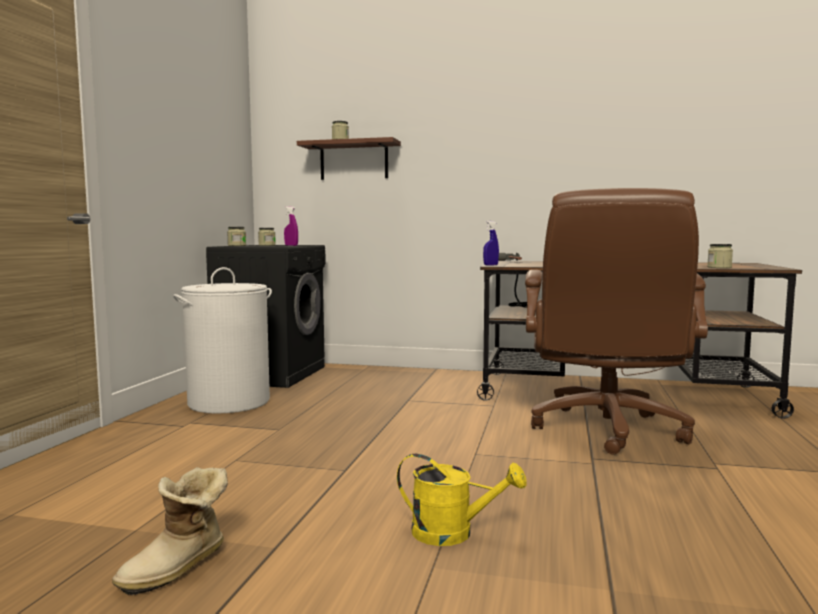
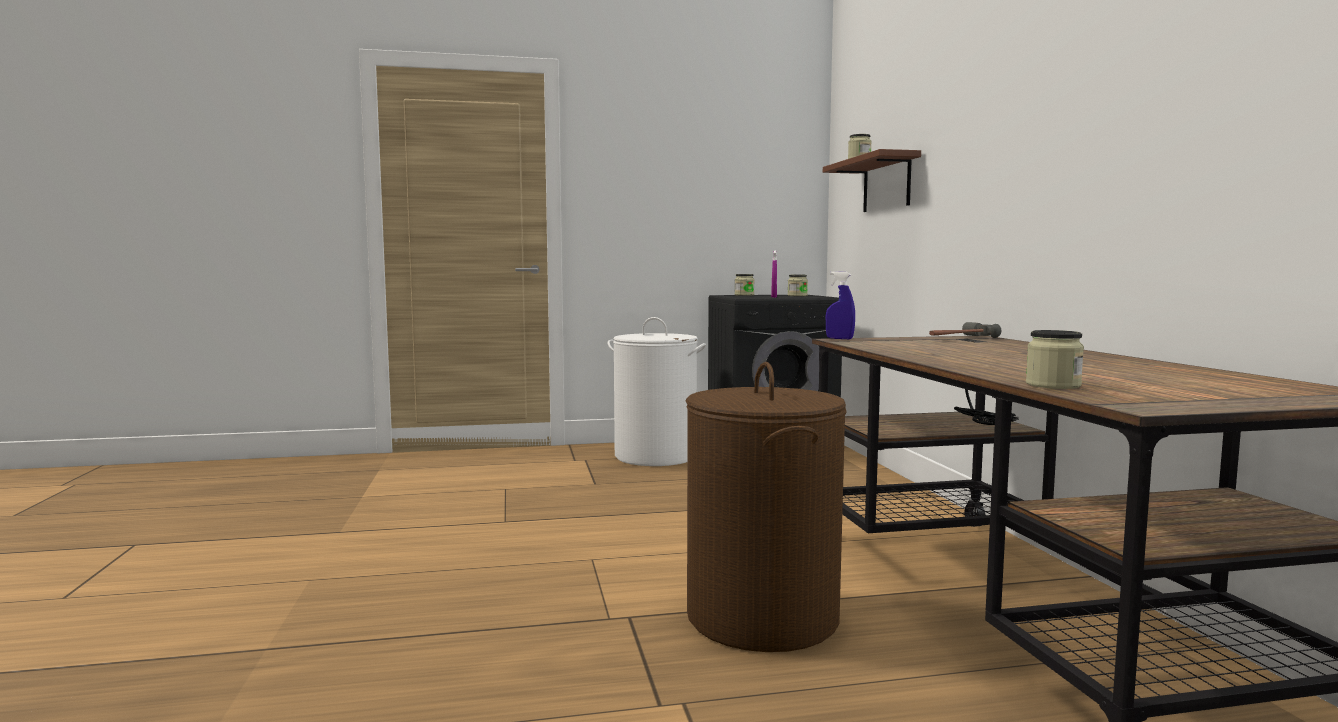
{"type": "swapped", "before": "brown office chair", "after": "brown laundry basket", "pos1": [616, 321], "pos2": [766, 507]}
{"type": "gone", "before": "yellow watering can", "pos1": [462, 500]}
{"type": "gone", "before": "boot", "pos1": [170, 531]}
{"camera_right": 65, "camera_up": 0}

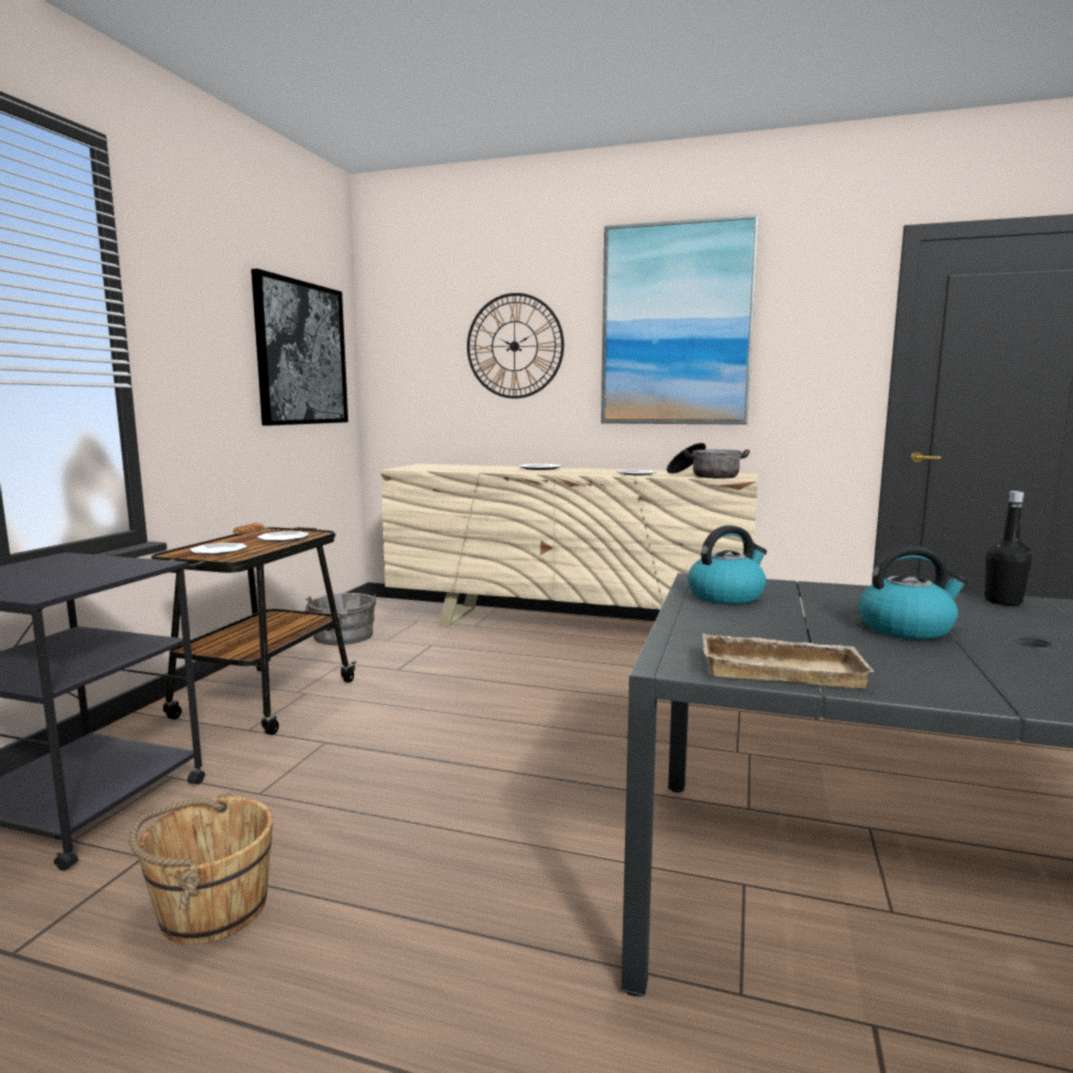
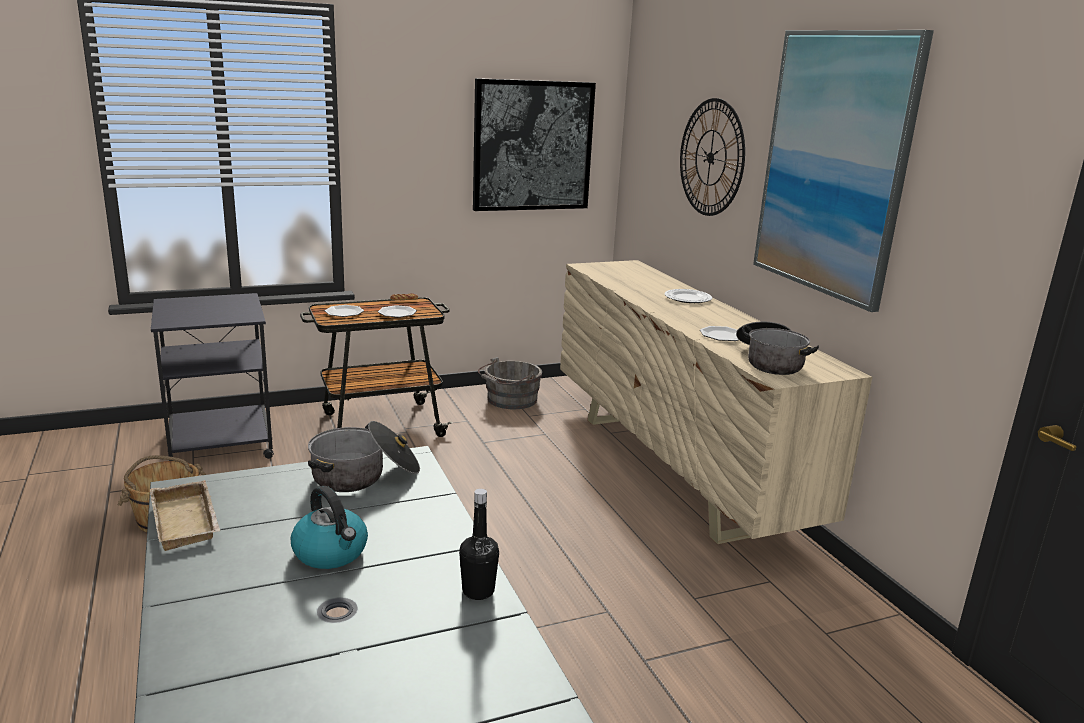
{"type": "swapped", "before": "kettle", "after": "cooking pot", "pos1": [727, 565], "pos2": [364, 456]}
{"camera_right": 50, "camera_up": 10}

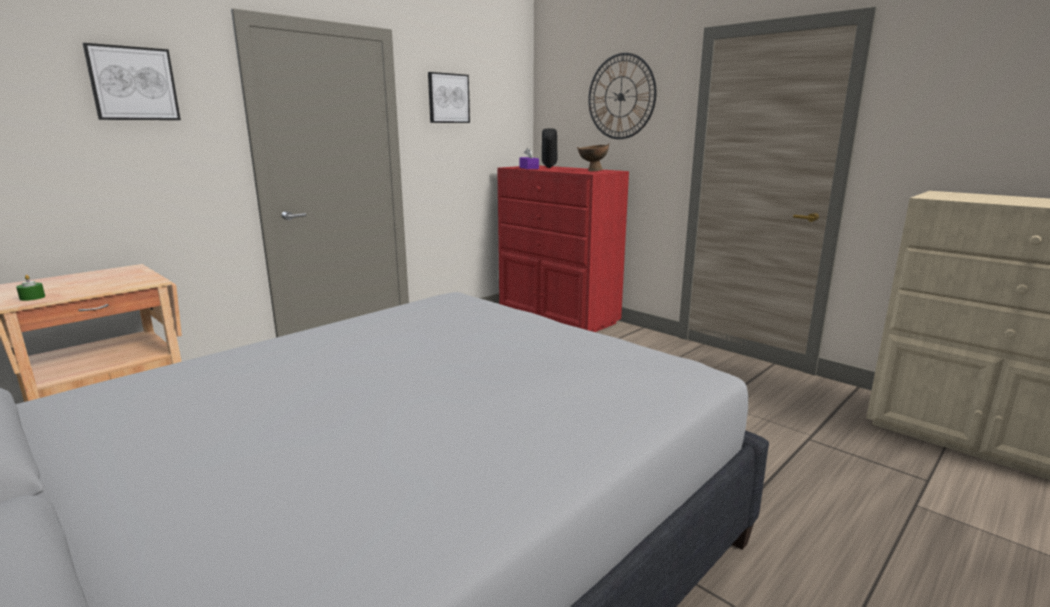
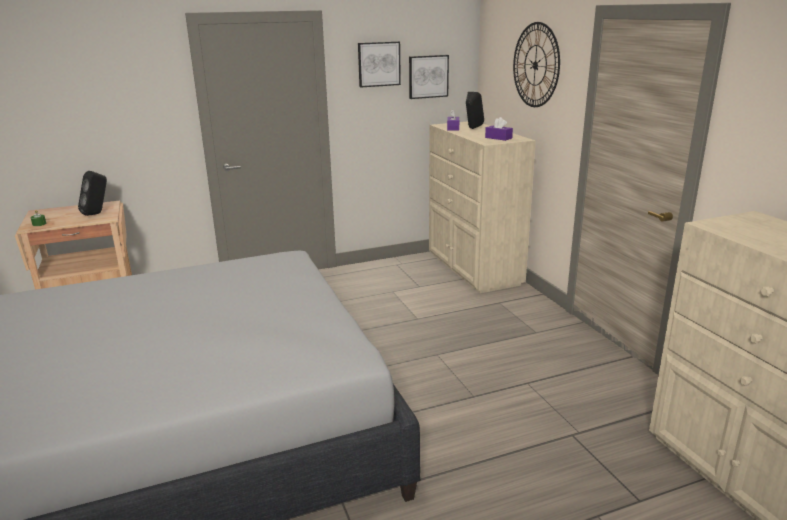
{"type": "shifted", "before": "picture", "pos1": [132, 81], "pos2": [429, 77]}
{"type": "swapped", "before": "brown bowl", "after": "purple tissue box", "pos1": [593, 157], "pos2": [499, 129]}
{"type": "repainted", "before": "red dresser", "after": "beige dresser", "pos1": [563, 248], "pos2": [482, 207]}
{"type": "new", "after": "black speaker", "pos2": [92, 193]}
{"camera_right": 25, "camera_up": 5}

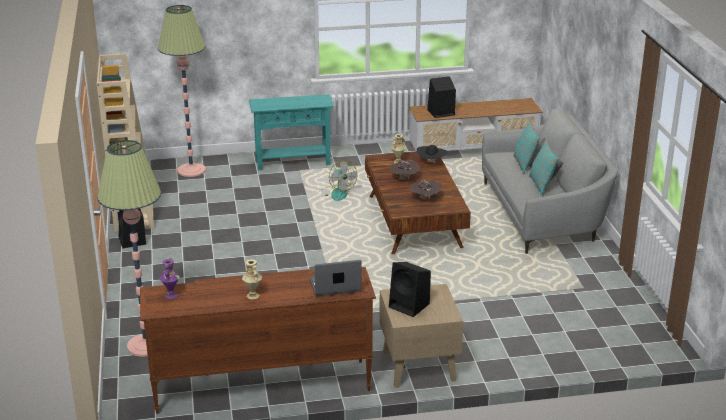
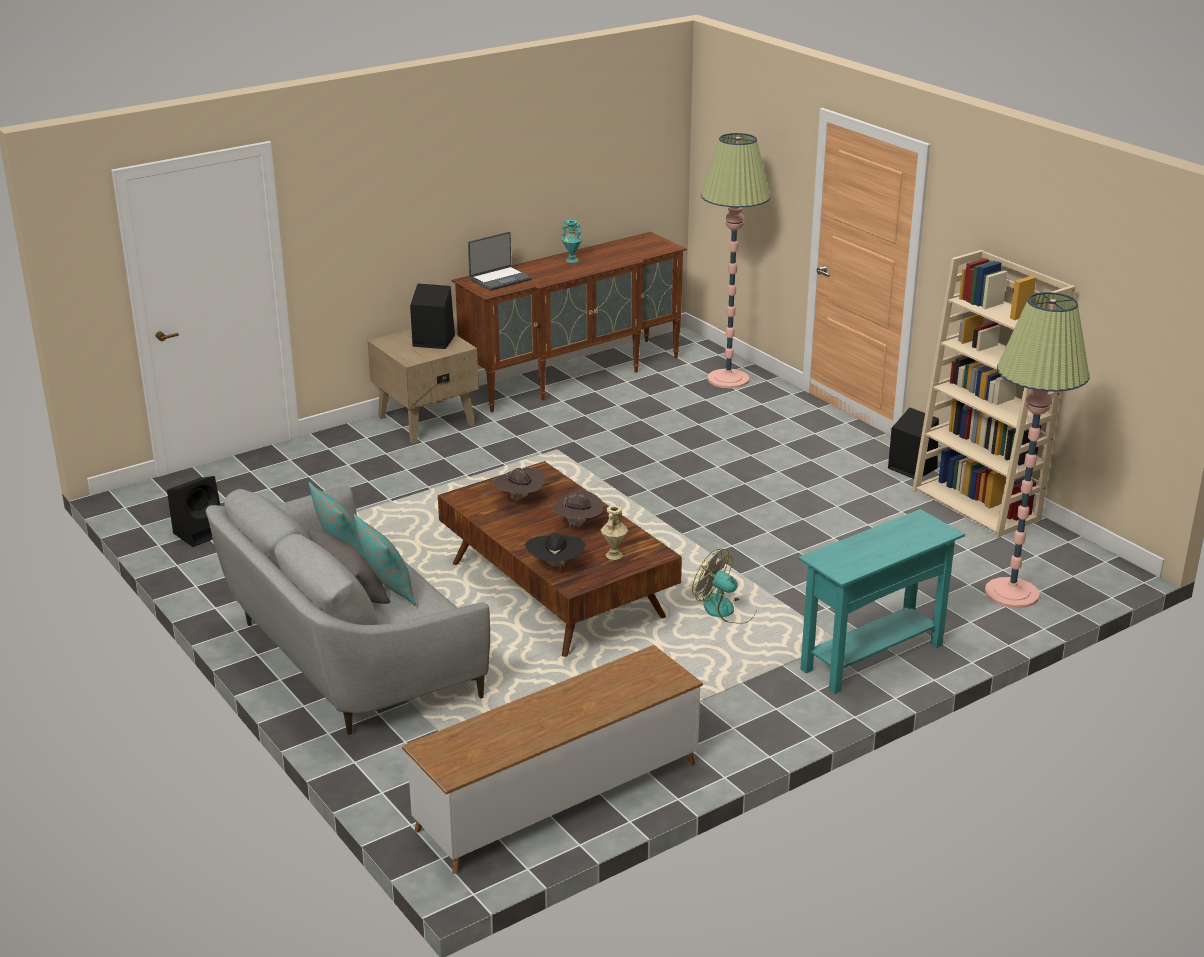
{"type": "shifted", "before": "black speaker", "pos1": [441, 97], "pos2": [194, 511]}
{"type": "gone", "before": "purple vase", "pos1": [169, 278]}
{"type": "repainted", "before": "beige vase", "after": "turquoise vase", "pos1": [252, 279], "pos2": [572, 241]}
{"camera_right": 155, "camera_up": 0}

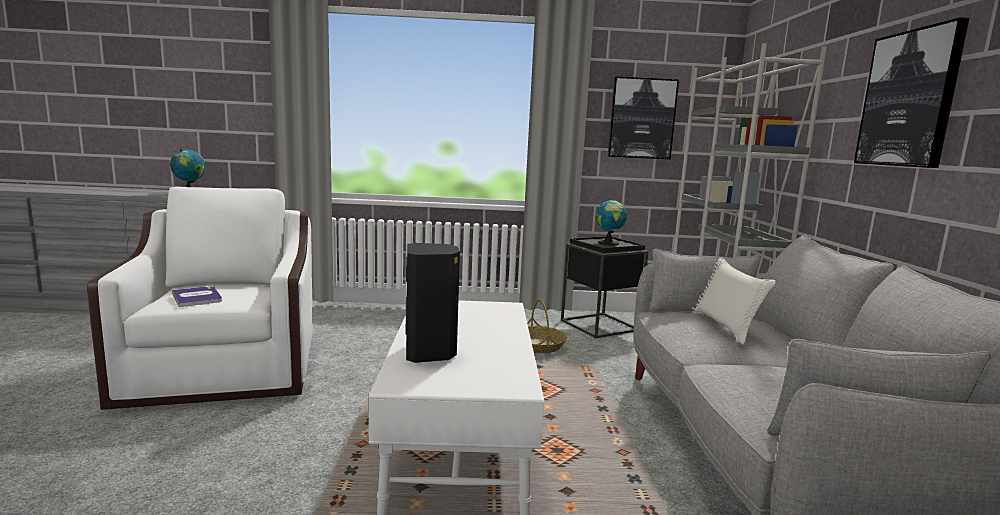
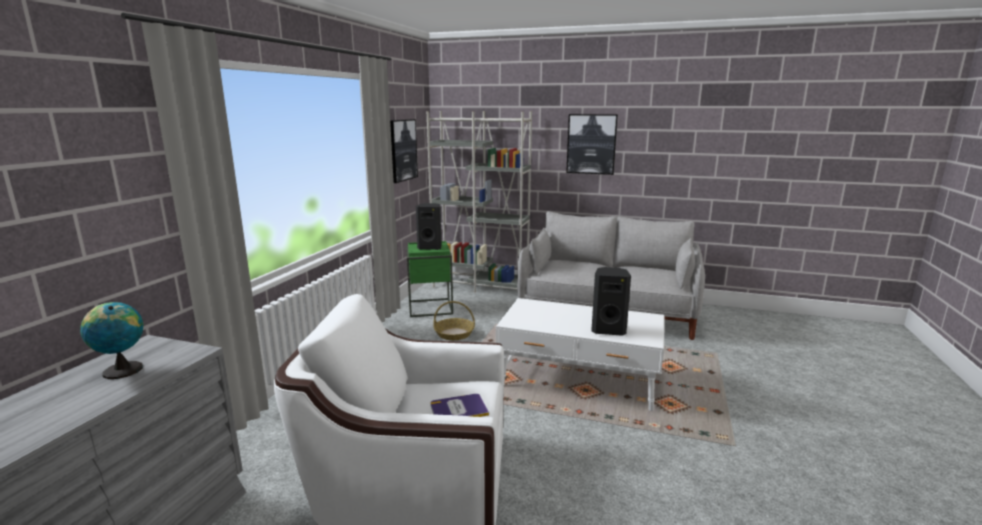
{"type": "swapped", "before": "globe", "after": "black speaker", "pos1": [611, 222], "pos2": [428, 226]}
{"type": "repainted", "before": "black side table", "after": "green side table", "pos1": [605, 287], "pos2": [429, 279]}
{"type": "gone", "before": "white pillow", "pos1": [734, 301]}
{"camera_right": -70, "camera_up": 5}

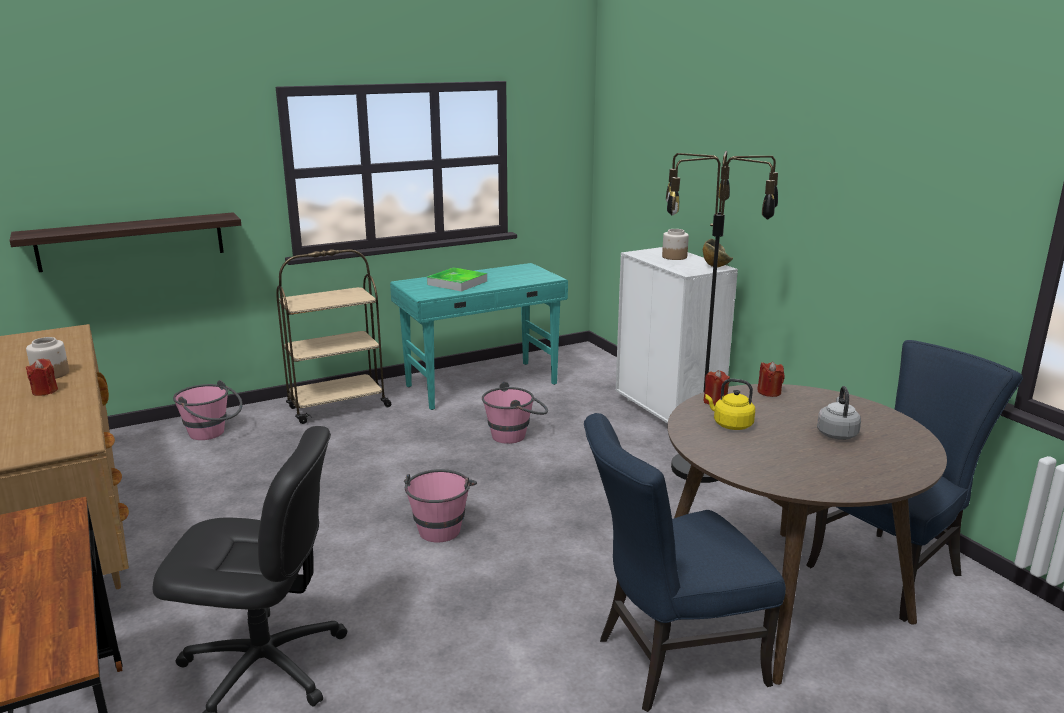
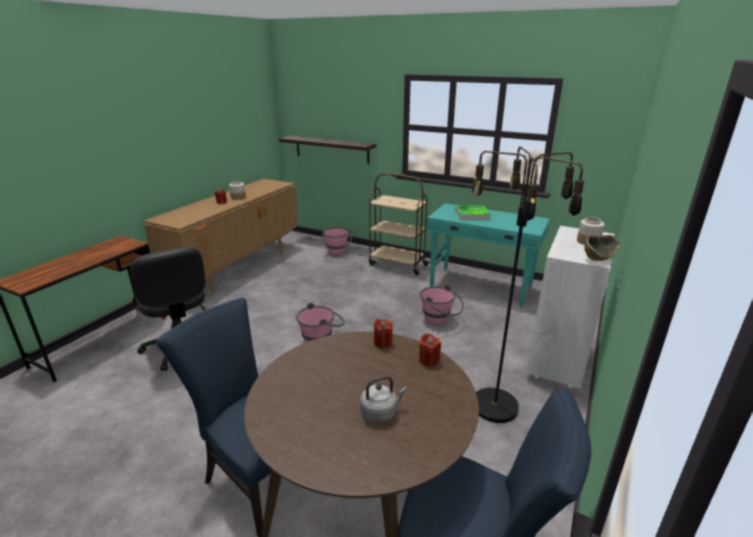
{"type": "gone", "before": "yellow kettle", "pos1": [730, 404]}
{"camera_right": 55, "camera_up": 5}

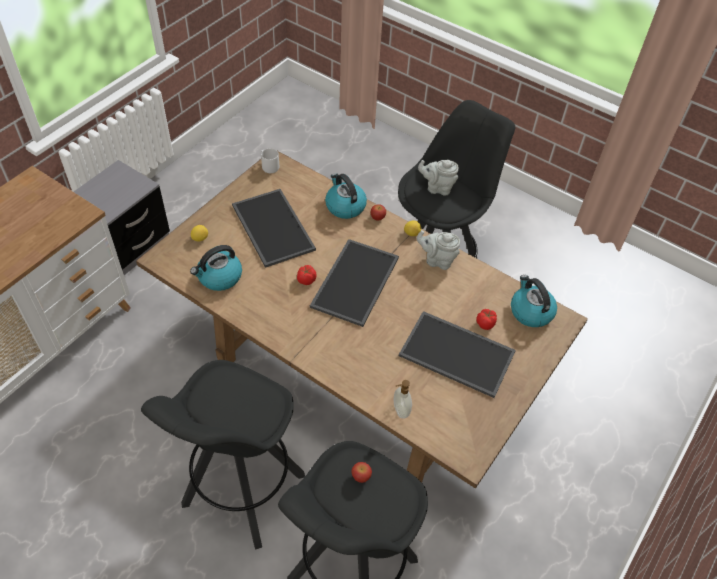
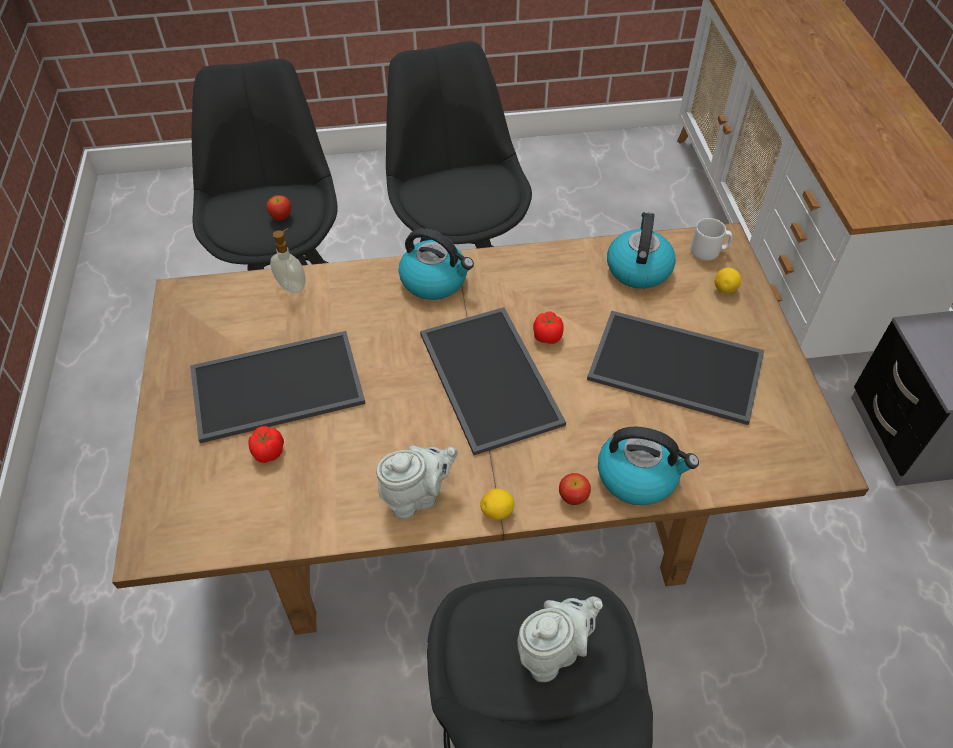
{"type": "shifted", "before": "grey mug", "pos1": [270, 160], "pos2": [711, 239]}
{"type": "shifted", "before": "kettle", "pos1": [534, 301], "pos2": [436, 264]}
{"camera_right": 140, "camera_up": 0}

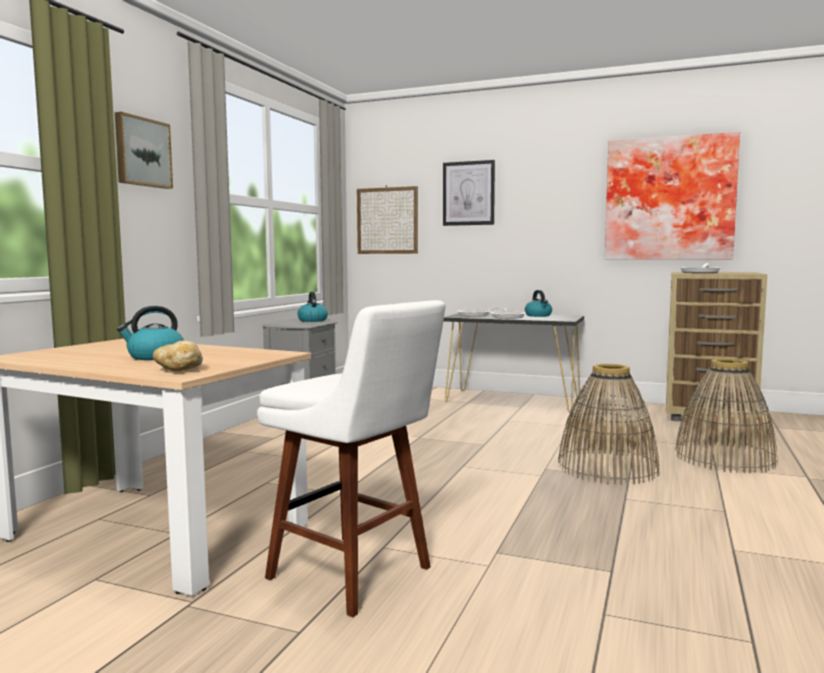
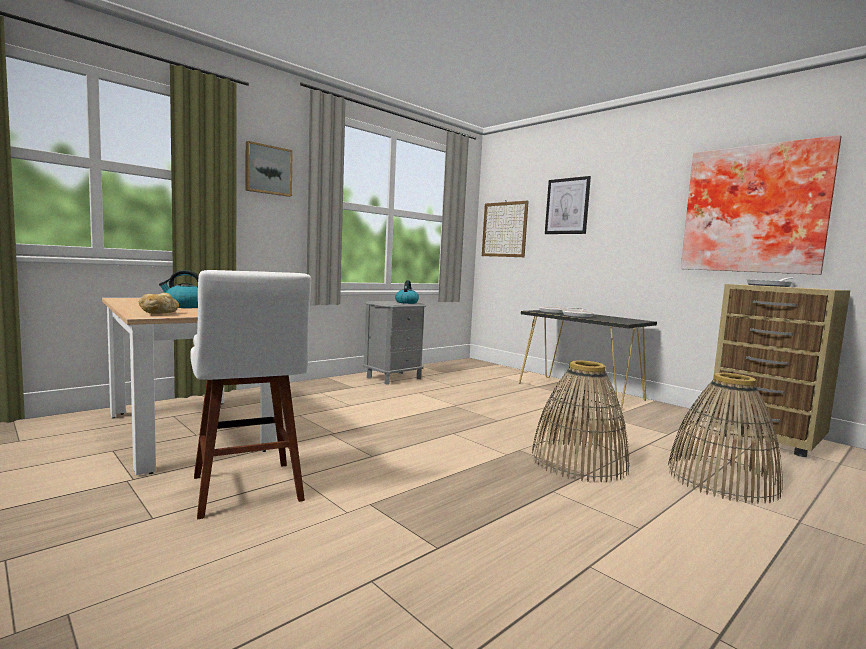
{"type": "gone", "before": "kettle", "pos1": [538, 303]}
{"camera_right": 25, "camera_up": 0}

